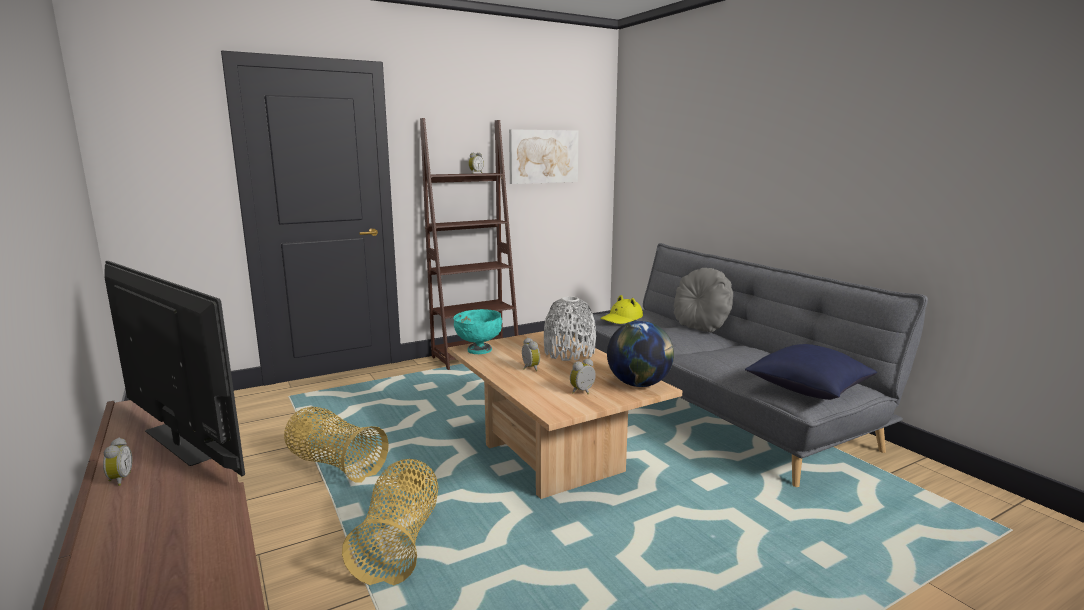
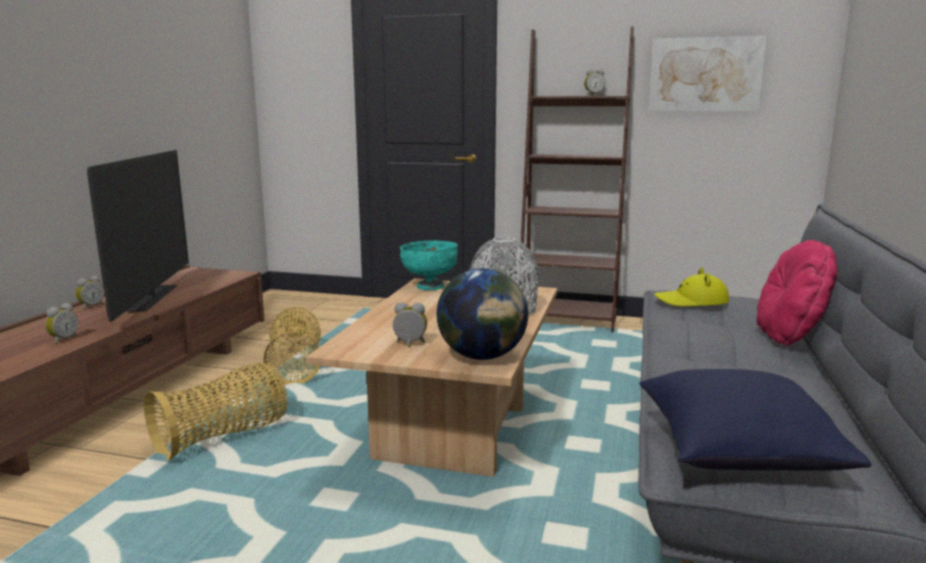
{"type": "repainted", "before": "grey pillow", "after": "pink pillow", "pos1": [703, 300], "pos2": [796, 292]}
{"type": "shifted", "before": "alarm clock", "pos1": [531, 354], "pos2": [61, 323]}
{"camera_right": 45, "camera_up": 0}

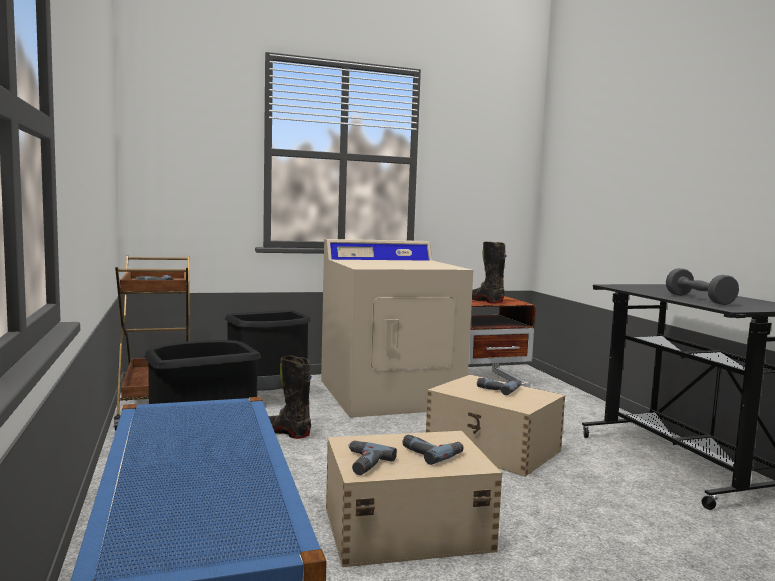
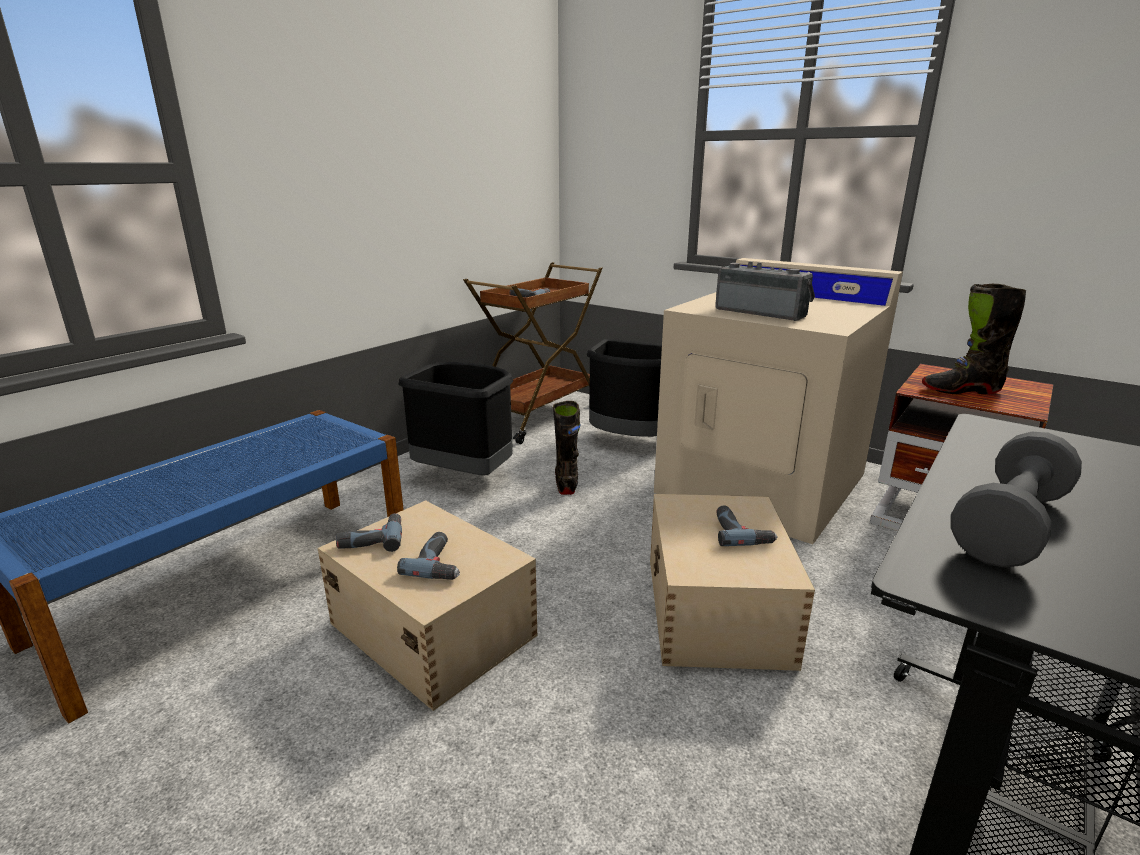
{"type": "rotated", "before": "black boot", "pos1": [489, 272], "pos2": [974, 339], "turn": -105}
{"type": "new", "after": "radio", "pos2": [765, 291]}
{"camera_right": 55, "camera_up": 15}

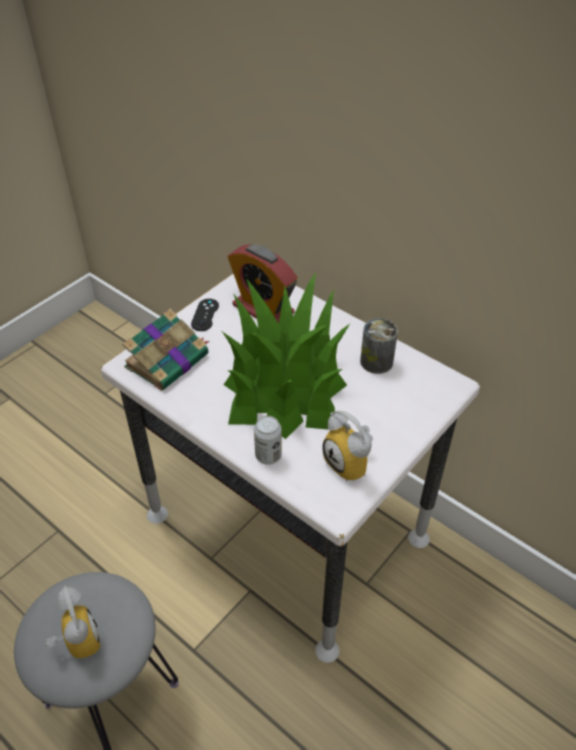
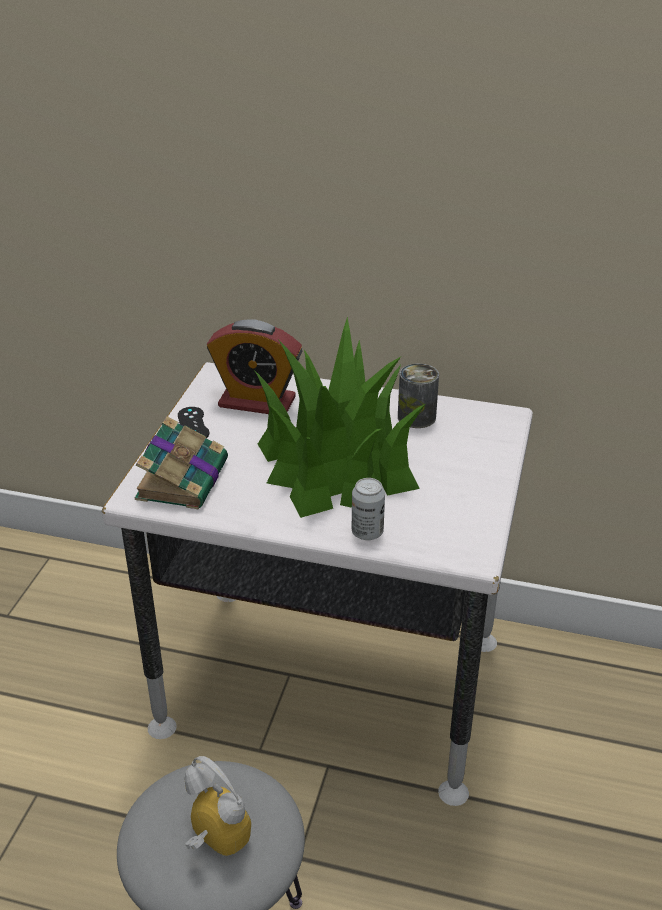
{"type": "gone", "before": "alarm clock", "pos1": [347, 446]}
{"camera_right": -25, "camera_up": -10}

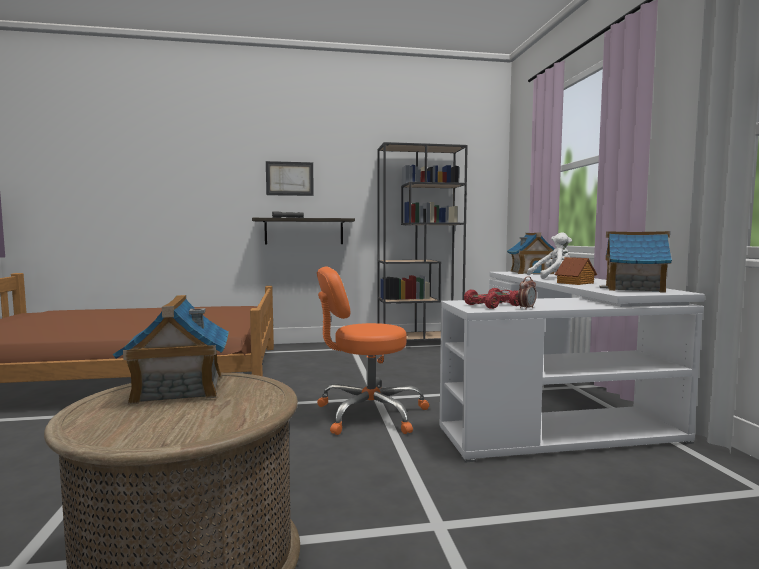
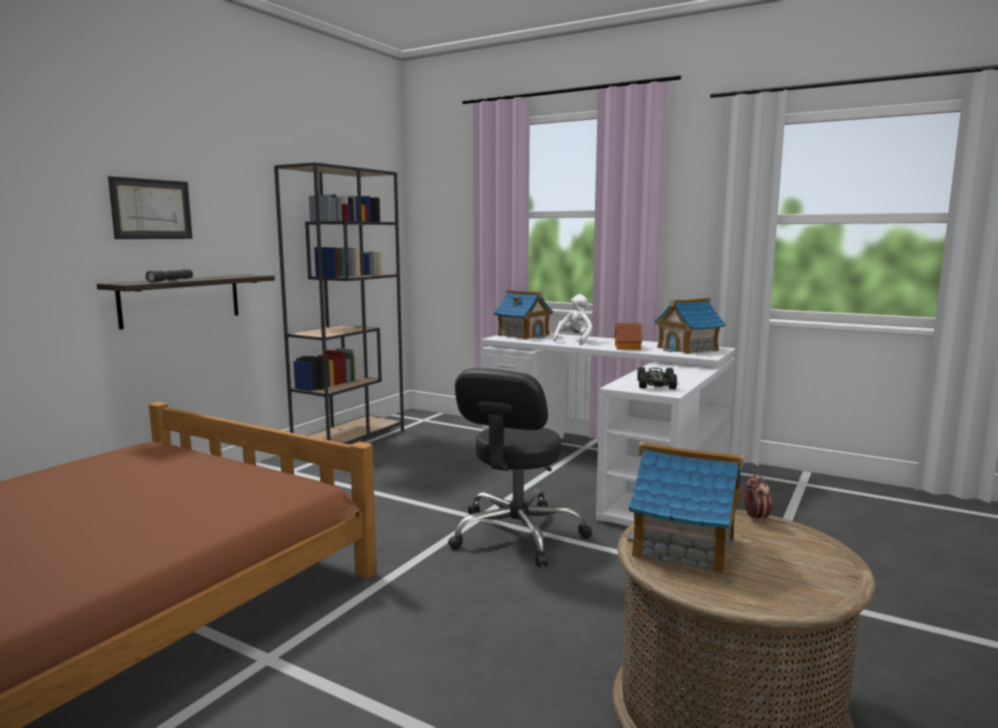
{"type": "repainted", "before": "orange office chair", "after": "black office chair", "pos1": [373, 350], "pos2": [520, 467]}
{"type": "shifted", "before": "alarm clock", "pos1": [527, 292], "pos2": [758, 498]}
{"type": "repainted", "before": "red toy car", "after": "black toy car", "pos1": [491, 298], "pos2": [657, 378]}
{"camera_right": -50, "camera_up": 5}

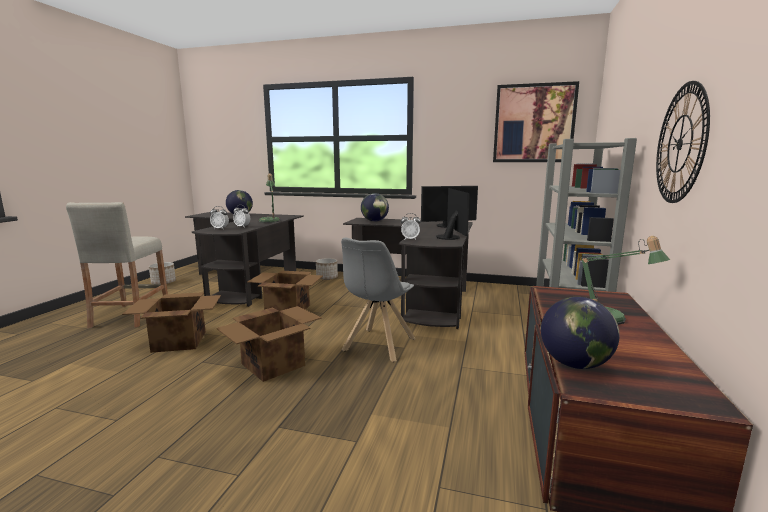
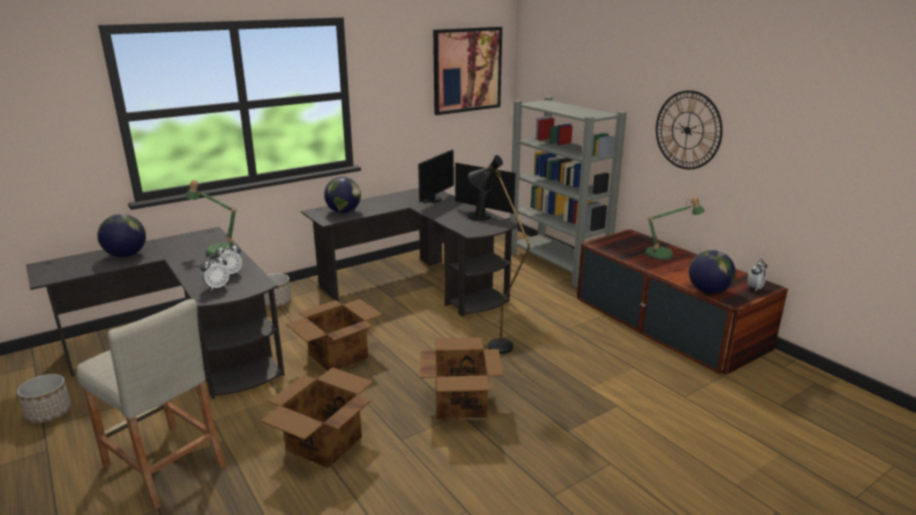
{"type": "shifted", "before": "alarm clock", "pos1": [411, 226], "pos2": [757, 275]}
{"type": "swapped", "before": "grey chair", "after": "black floor lamp", "pos1": [378, 300], "pos2": [499, 254]}
{"camera_right": -50, "camera_up": 10}

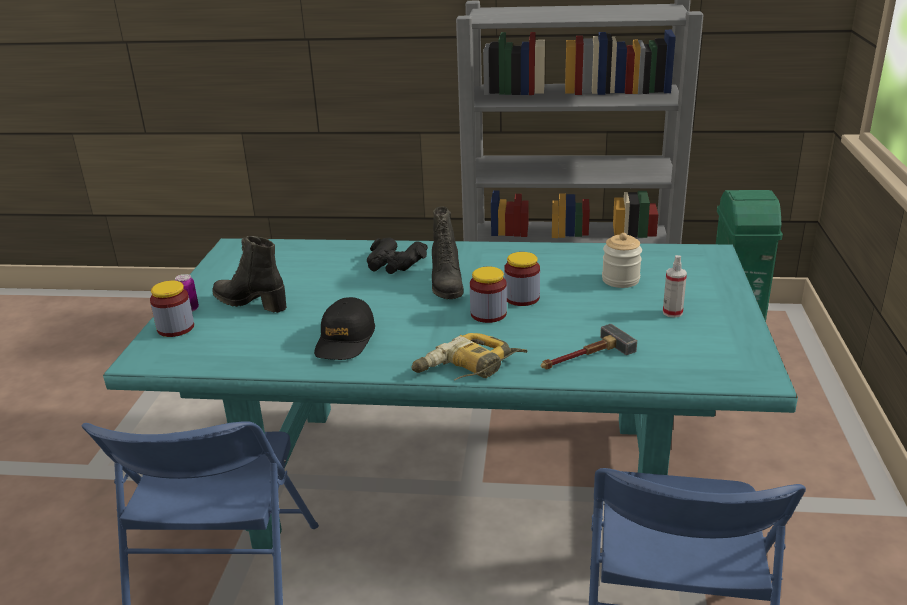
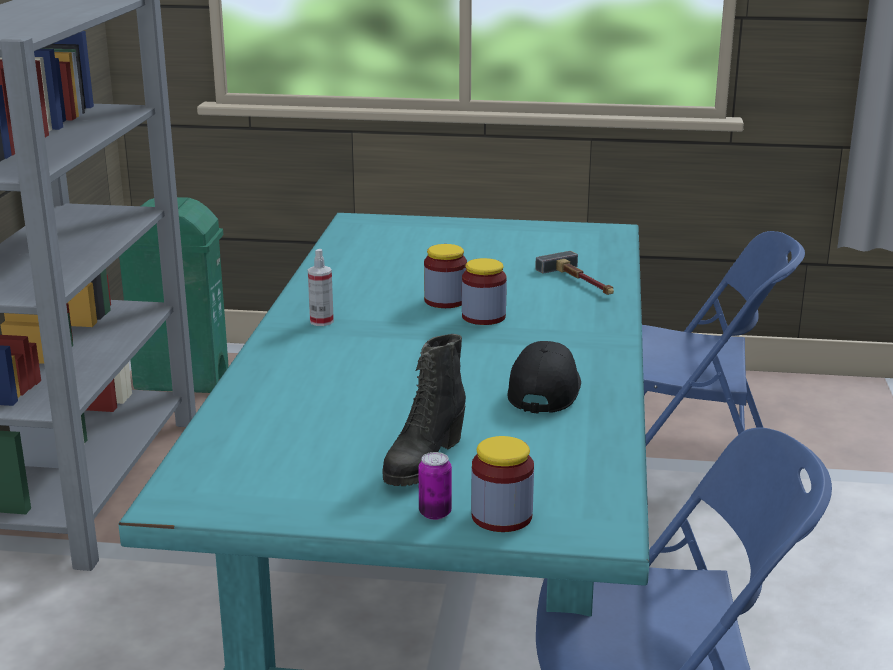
{"type": "gone", "before": "black boot", "pos1": [448, 253]}
{"type": "gone", "before": "jar", "pos1": [622, 260]}
{"type": "gone", "before": "black binoculars", "pos1": [397, 256]}
{"type": "shifted", "before": "spray bottle", "pos1": [675, 286], "pos2": [321, 287]}
{"type": "rotated", "before": "black cap", "pos1": [344, 328], "pos2": [544, 377], "turn": -90}
{"type": "gone", "before": "power drill", "pos1": [469, 357]}
{"camera_right": -90, "camera_up": -5}

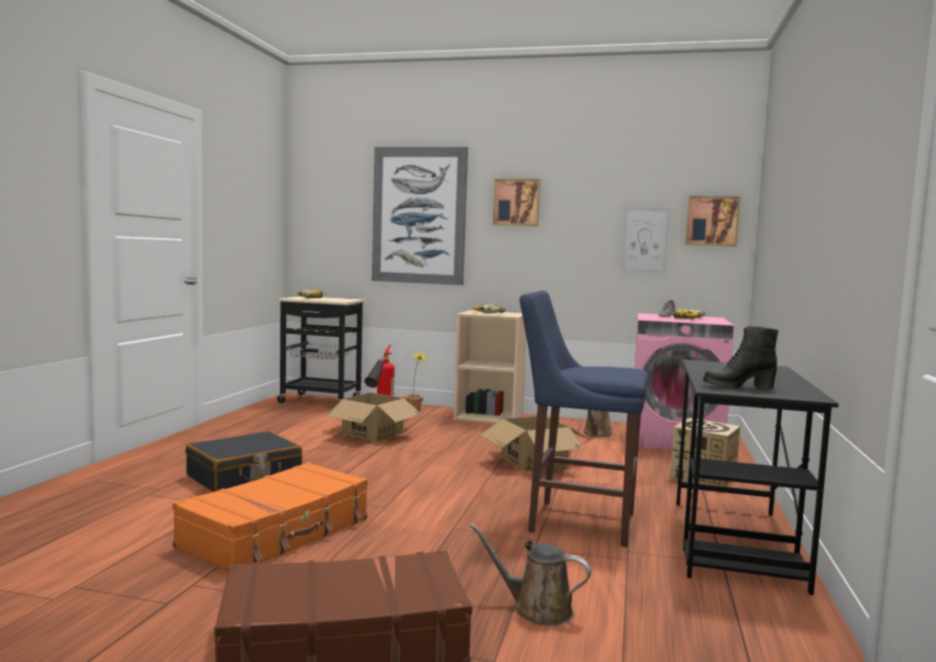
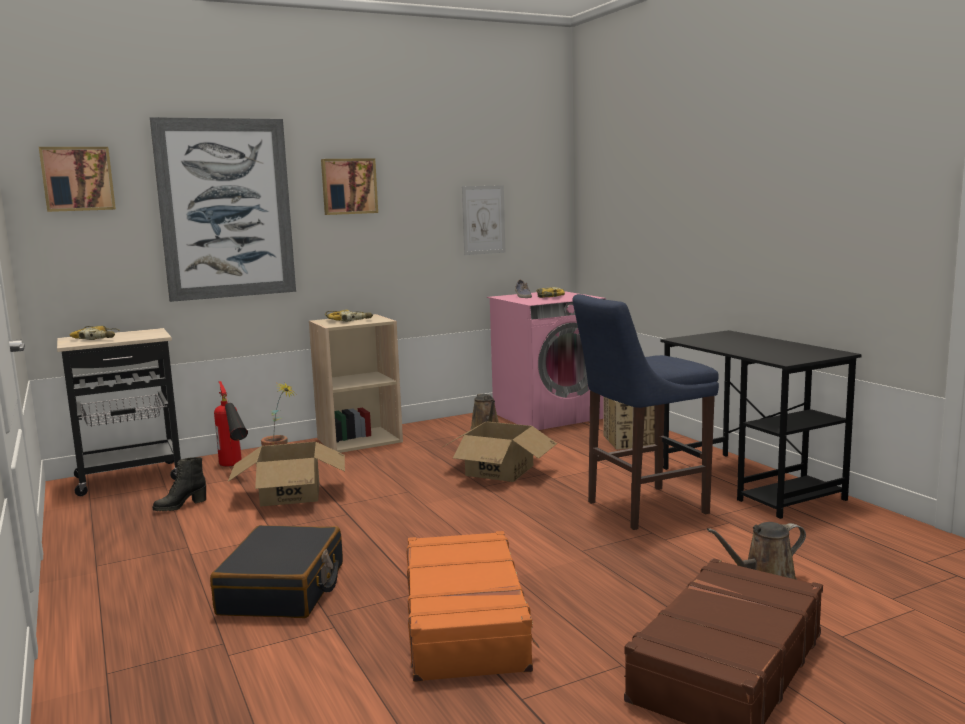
{"type": "shifted", "before": "picture", "pos1": [713, 221], "pos2": [77, 179]}
{"type": "shifted", "before": "black boot", "pos1": [741, 357], "pos2": [179, 484]}
{"camera_right": -40, "camera_up": 5}

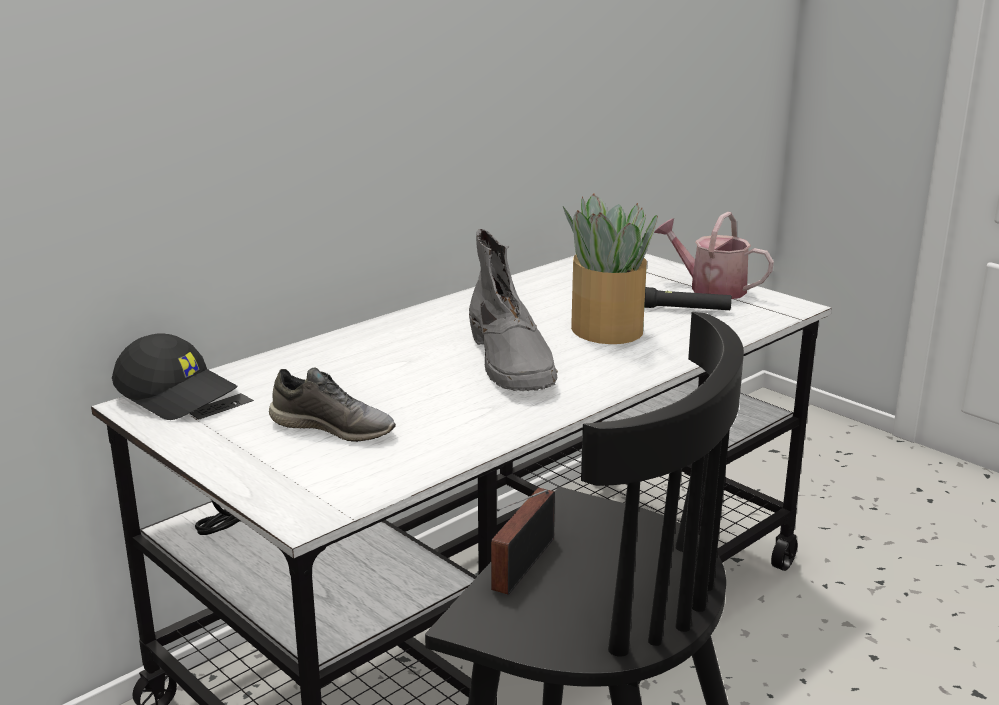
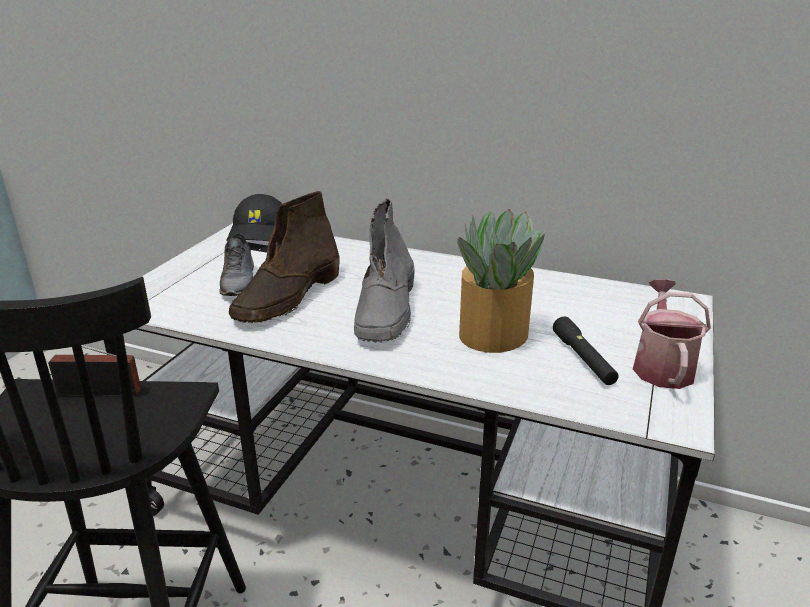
{"type": "rotated", "before": "grey boot", "pos1": [513, 310], "pos2": [384, 271], "turn": -45}
{"type": "new", "after": "brown boot", "pos2": [284, 257]}
{"camera_right": 65, "camera_up": 5}

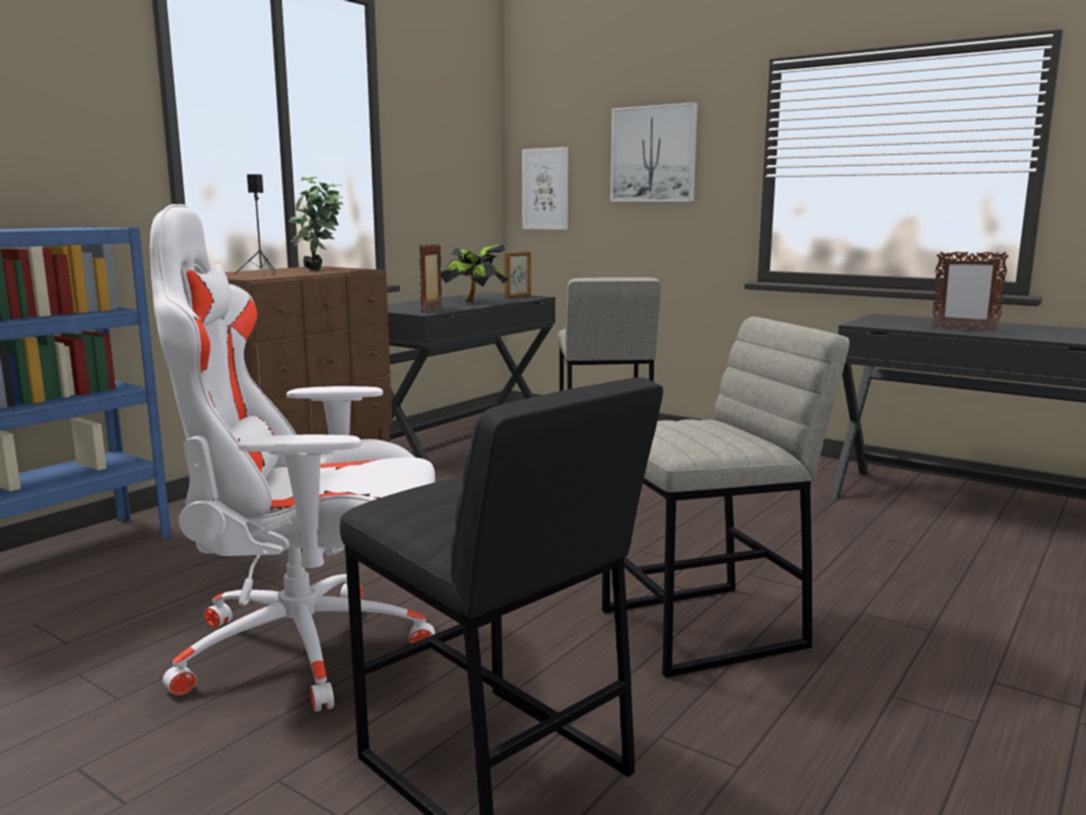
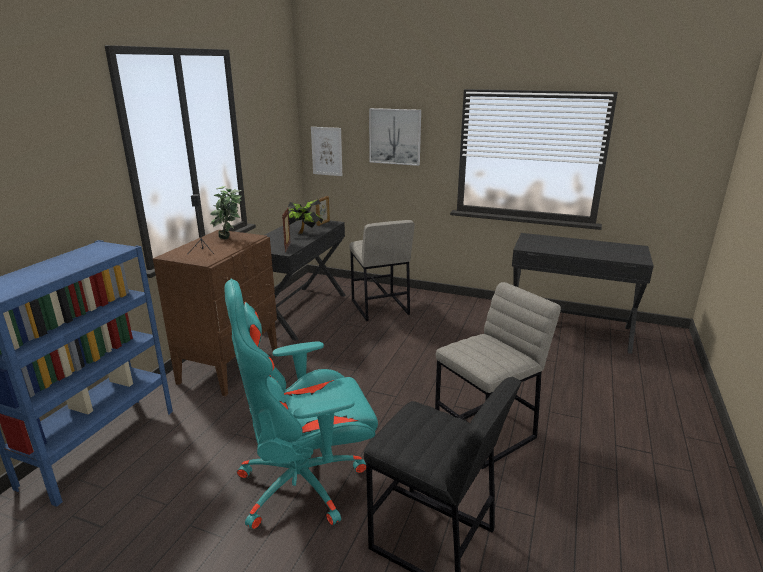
{"type": "repainted", "before": "white office chair", "after": "turquoise office chair", "pos1": [292, 458], "pos2": [301, 403]}
{"type": "gone", "before": "picture frame", "pos1": [970, 291]}
{"camera_right": -15, "camera_up": 10}

